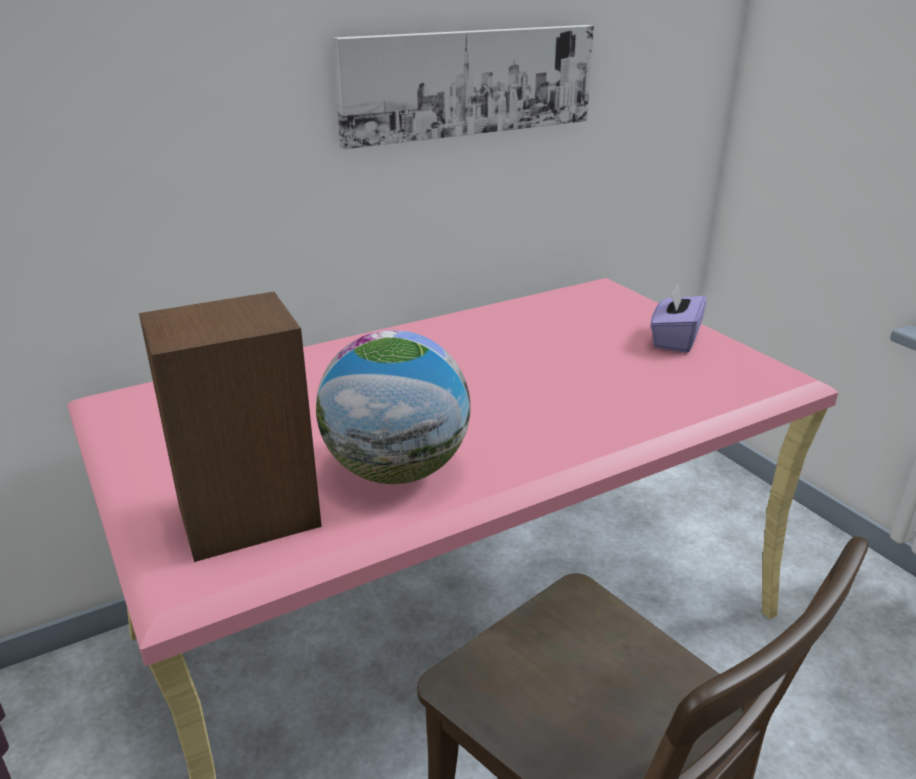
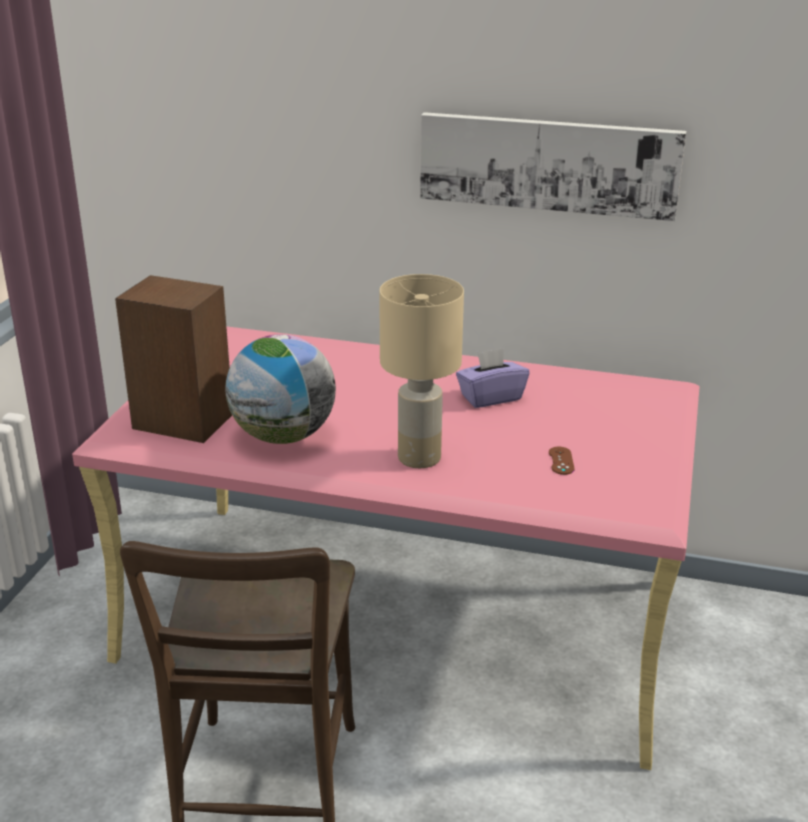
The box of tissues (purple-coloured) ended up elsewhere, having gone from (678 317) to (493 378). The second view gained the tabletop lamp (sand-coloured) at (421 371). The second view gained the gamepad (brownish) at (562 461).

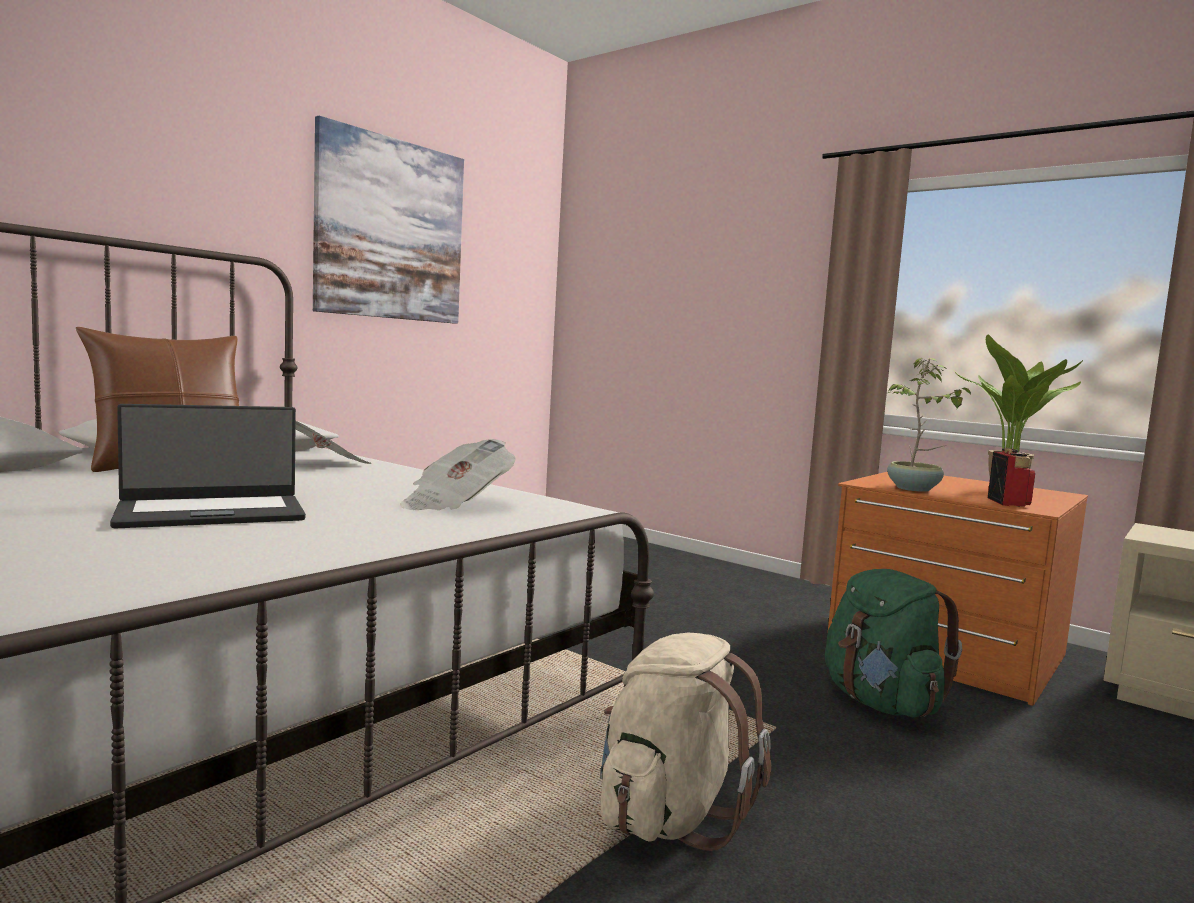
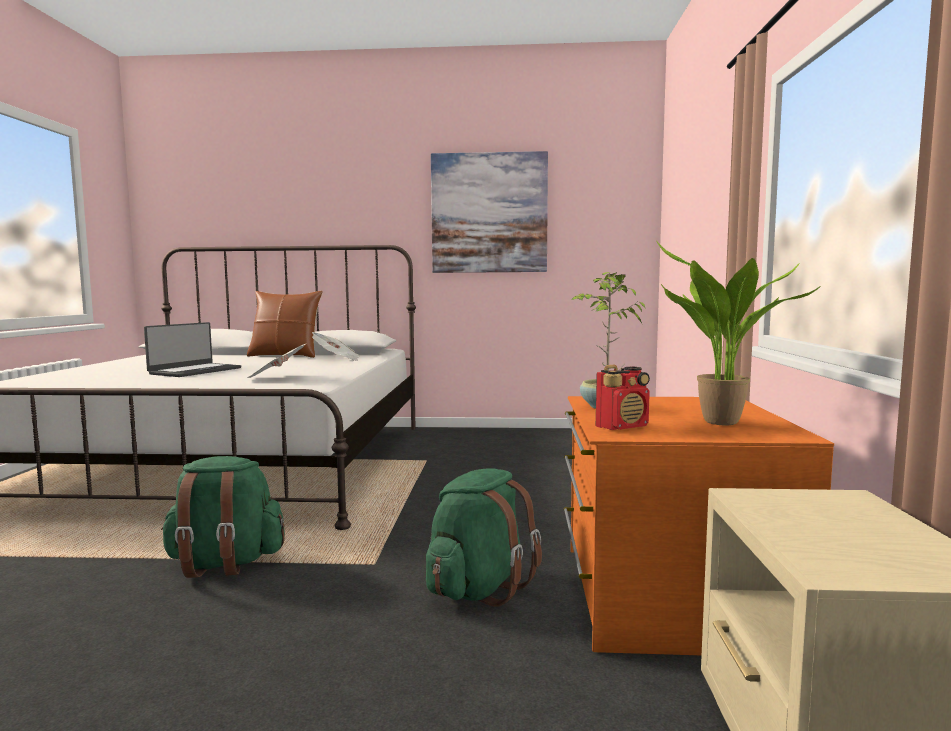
The portable computer at (208 466) ended up facing another way, 90 degrees counterclockwise from before. What was the knapsack (sand-coloured) at (685 742) turned into the knapsack (greenish) at (223 517).

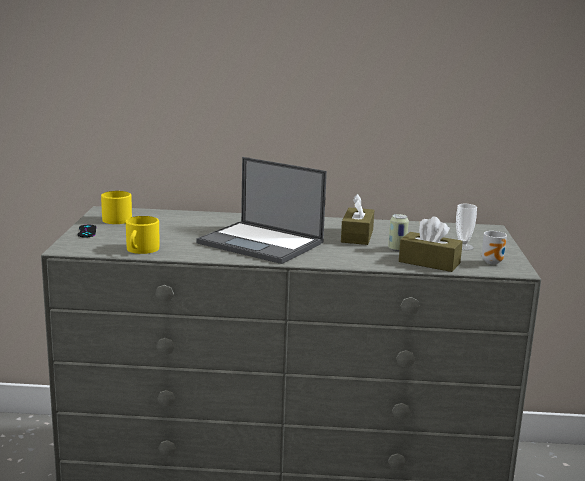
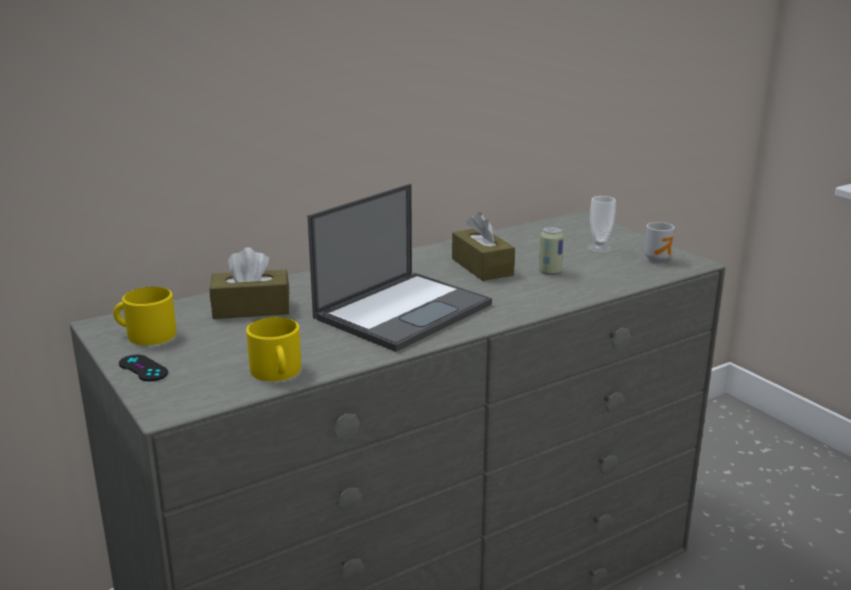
The portable computer at (261 210) ended up facing another way, 45 degrees counterclockwise from before. The box of tissues (brownish) ended up elsewhere, having gone from (431 244) to (250 283).

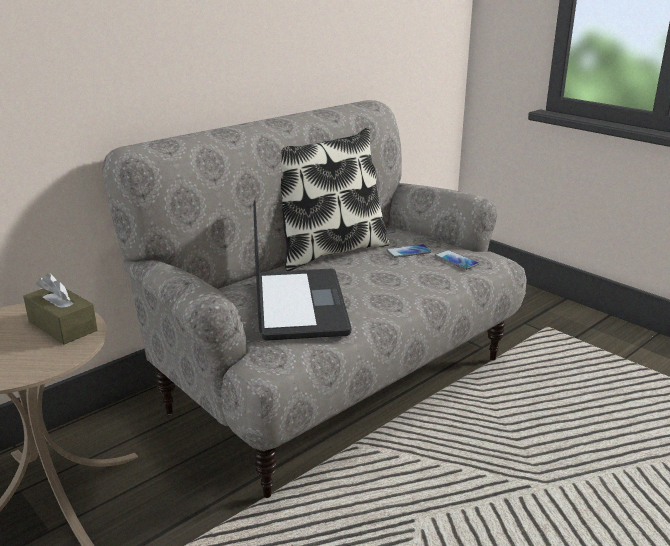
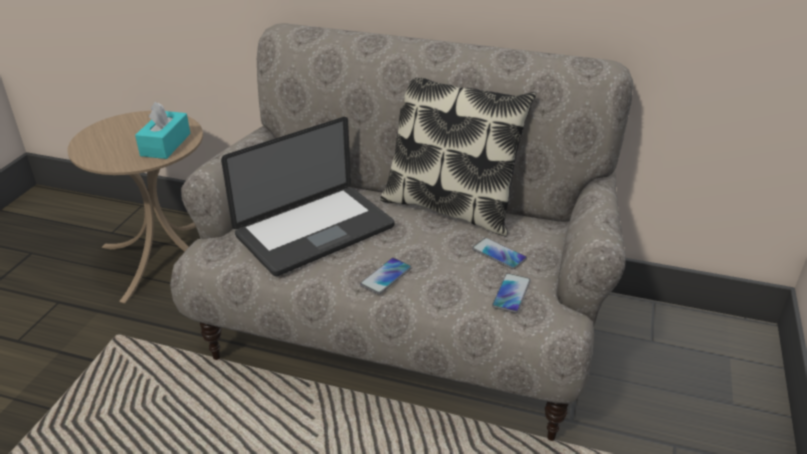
What was the box of tissues (brownish) at (60 308) turned into the box of tissues (turquoise) at (163 130). The second view gained the phone at (386 276).

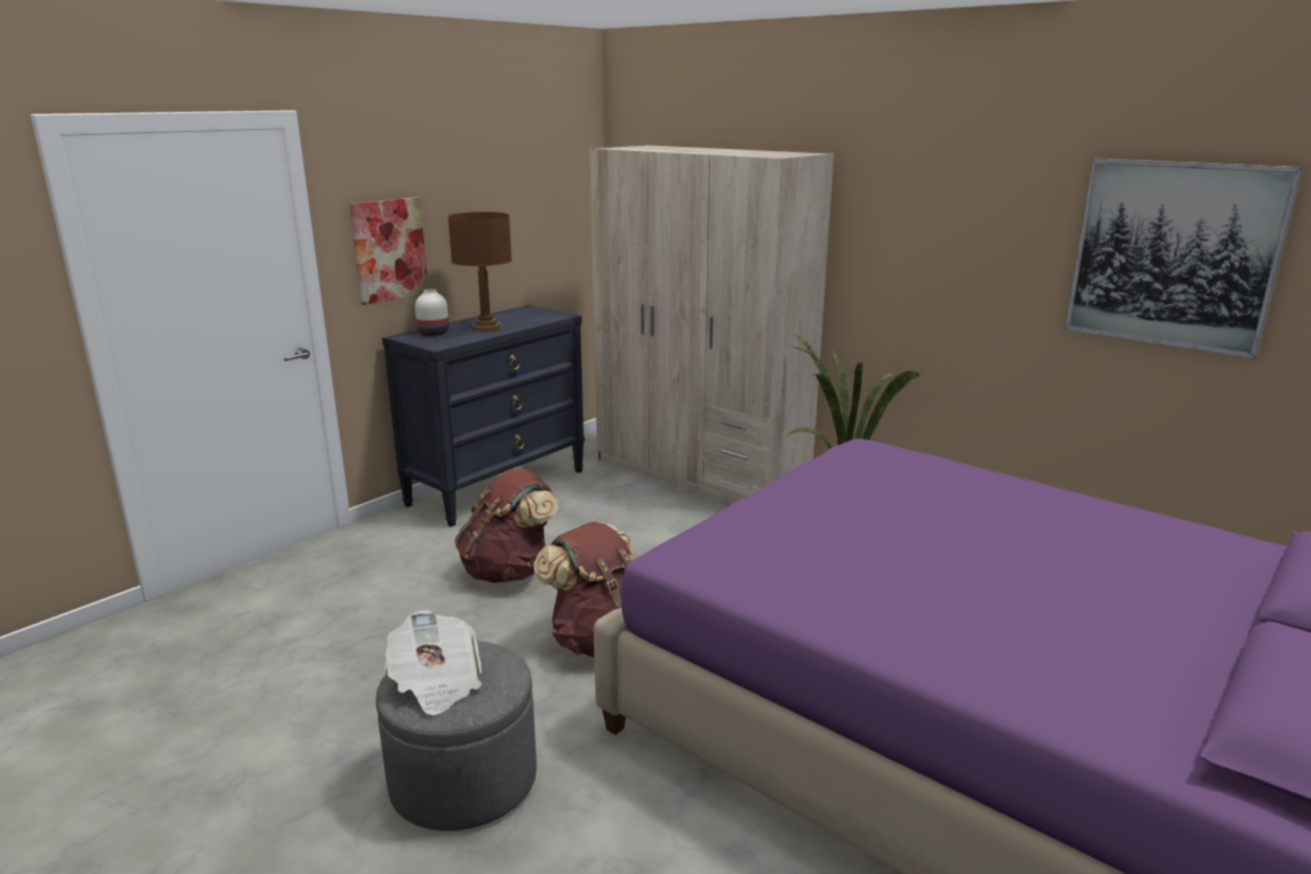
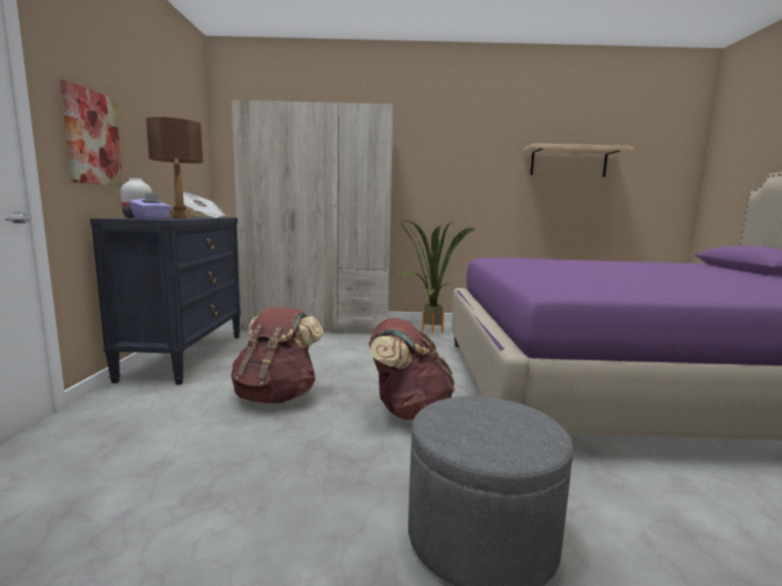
The daily paper ended up elsewhere, having gone from (433 663) to (204 205). Where the picture hung at (1183 258), the wall shelf came to hang at (578 160). The second view gained the box of tissues (purple-coloured) at (150 206).

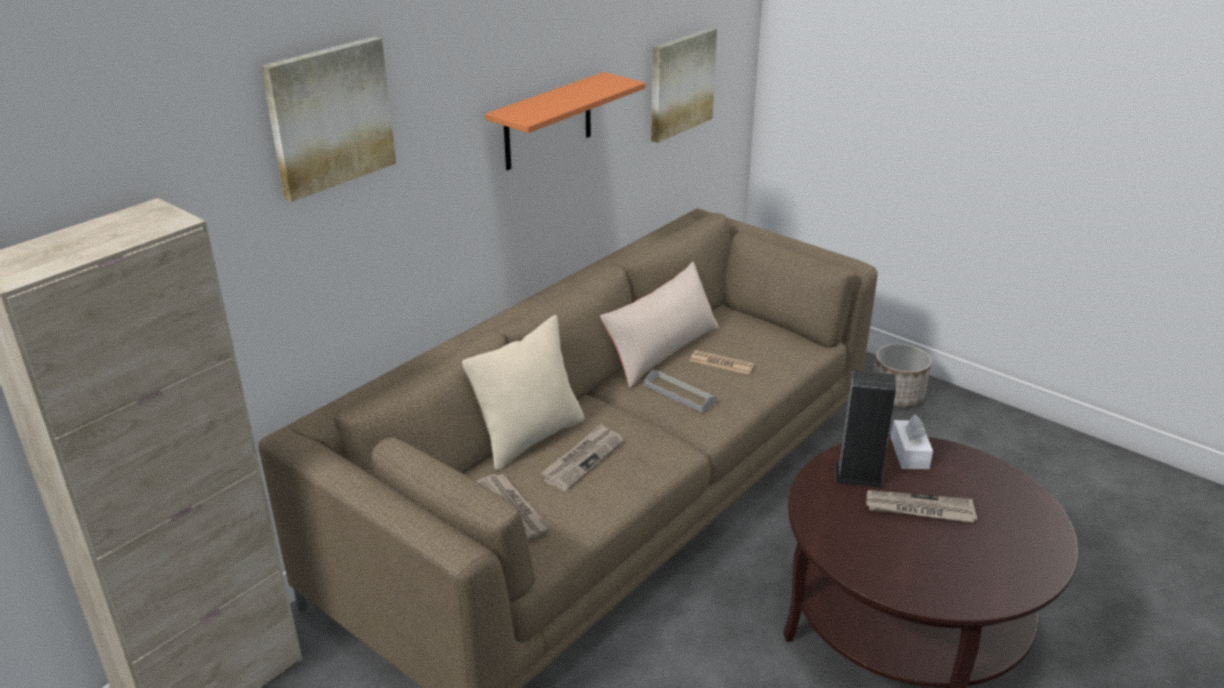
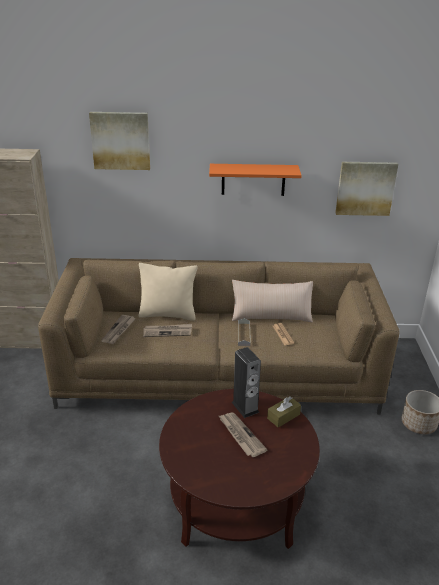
What was the box of tissues (whitish) at (912 441) turned into the box of tissues (brownish) at (284 412).

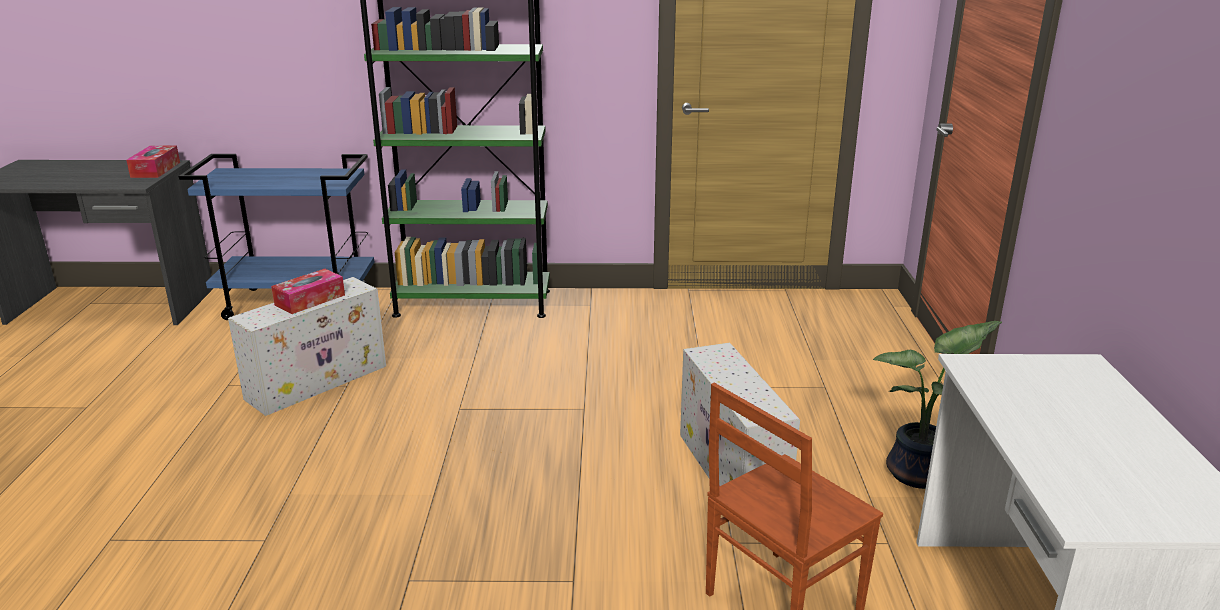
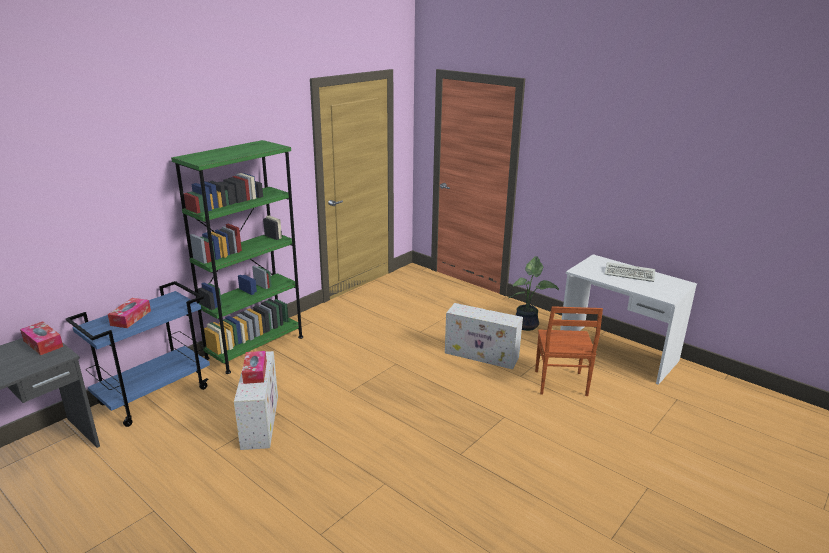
The second view gained the box of tissues at (129 313). The second view gained the keyboard at (630 272).

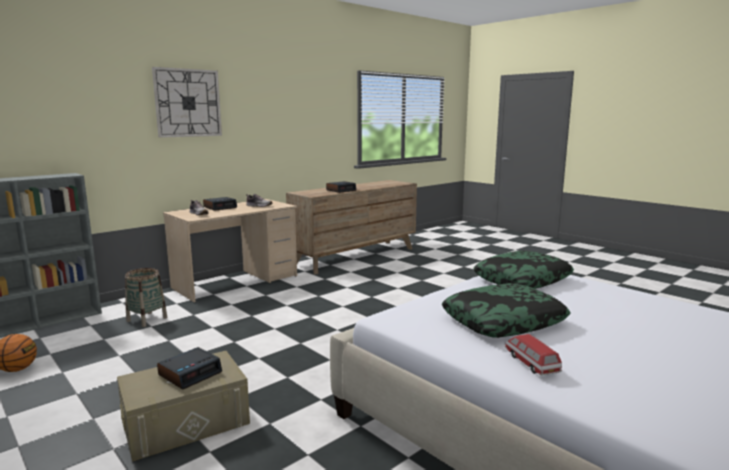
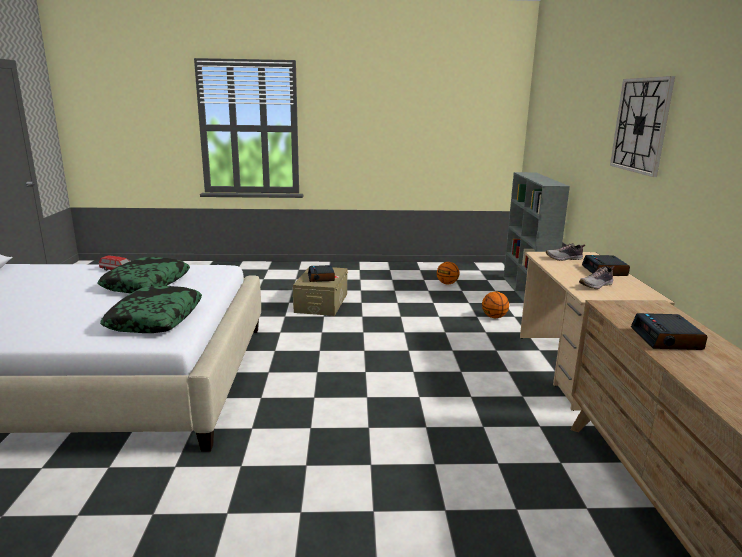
Where the basket stood at (146 297), the ball for basketball came to stand at (495 305).

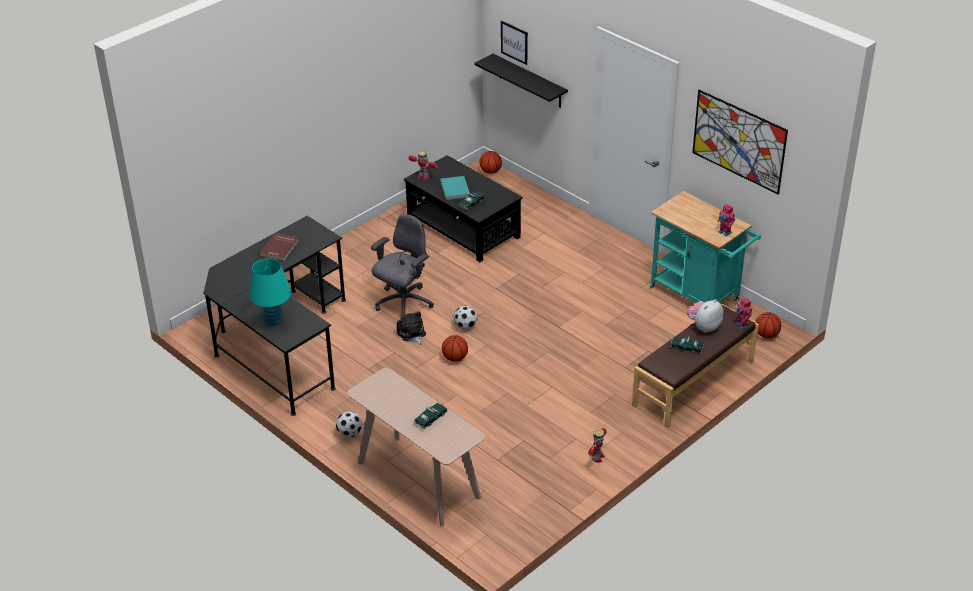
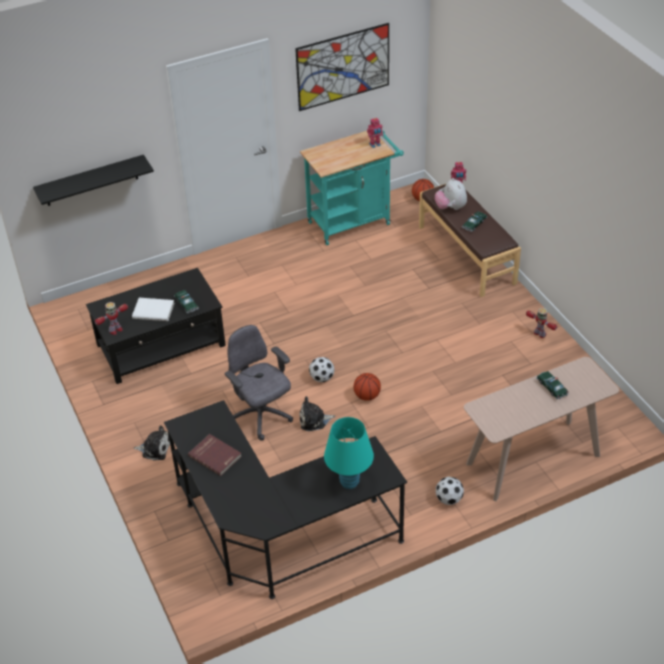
What was the book (turquoise) at (455 188) turned into the book (whitish) at (153 309). The second view lost the ball for basketball at (491 162). The second view lost the picture at (514 43). The second view gained the soft toy at (151 443).

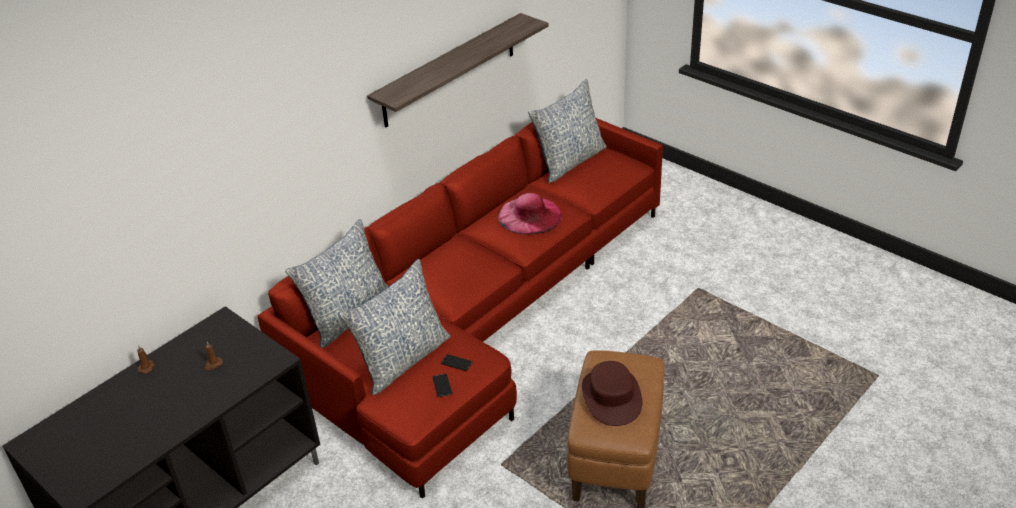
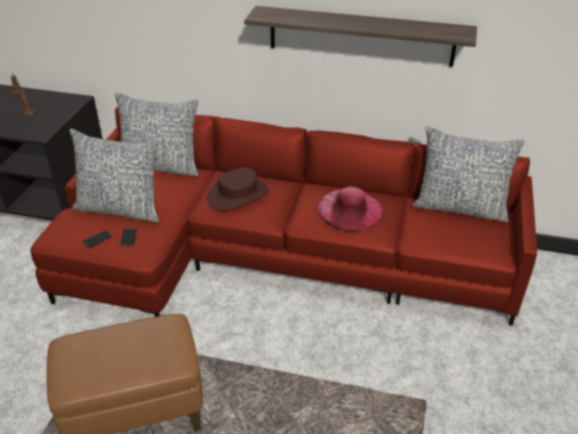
The clothing hat (brownish) ended up elsewhere, having gone from (612 393) to (238 189).

